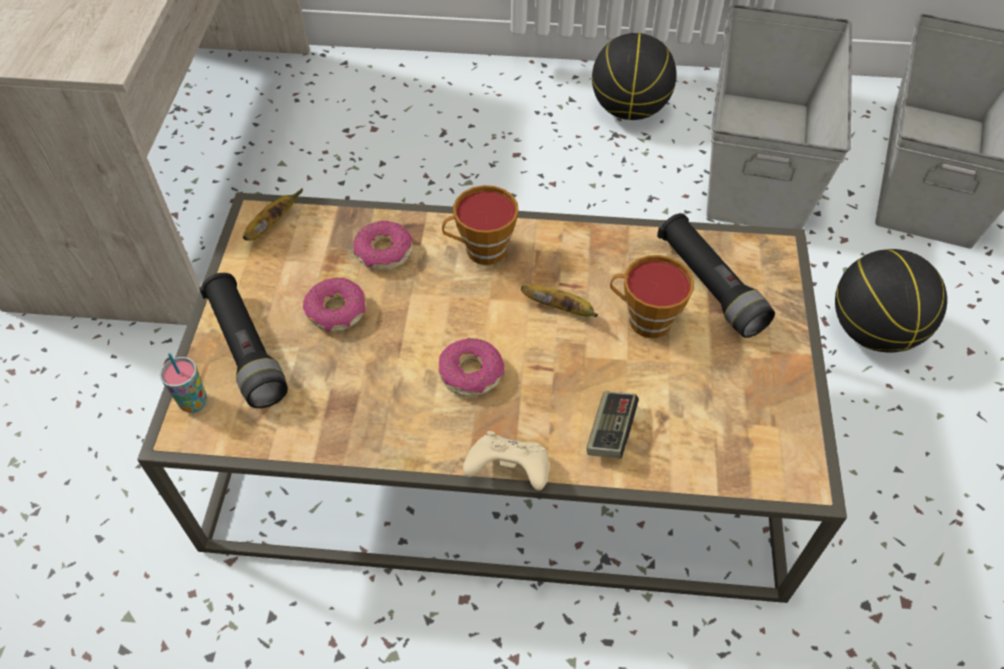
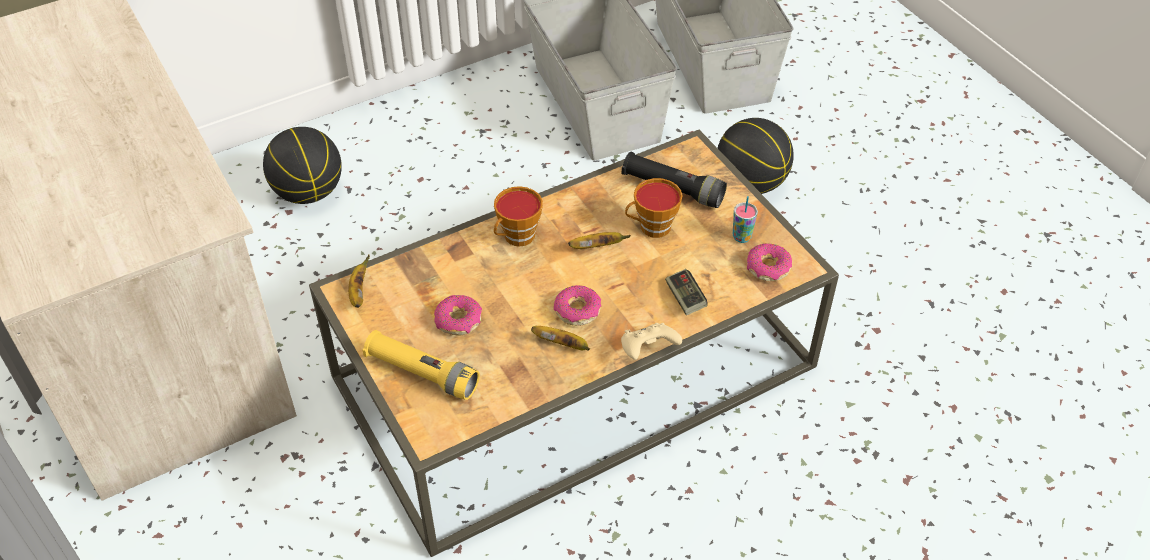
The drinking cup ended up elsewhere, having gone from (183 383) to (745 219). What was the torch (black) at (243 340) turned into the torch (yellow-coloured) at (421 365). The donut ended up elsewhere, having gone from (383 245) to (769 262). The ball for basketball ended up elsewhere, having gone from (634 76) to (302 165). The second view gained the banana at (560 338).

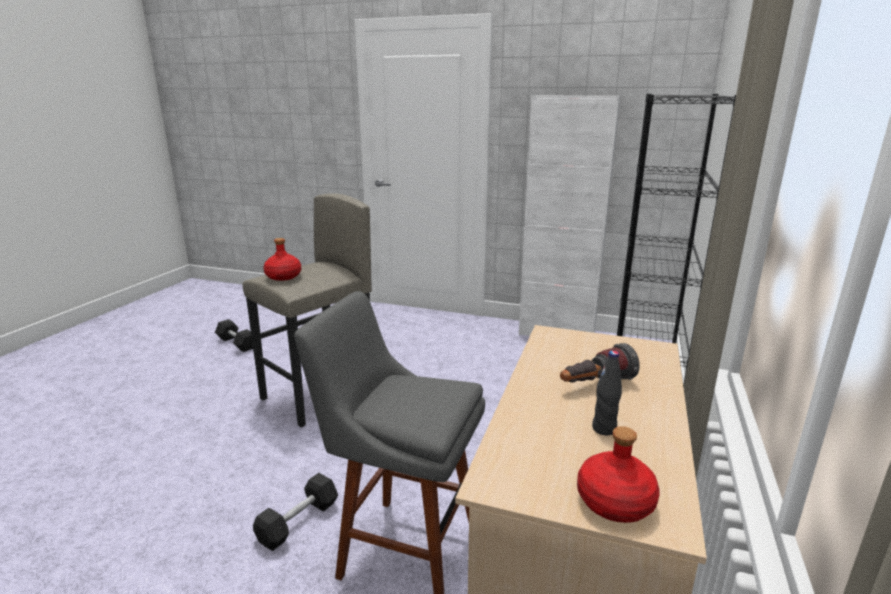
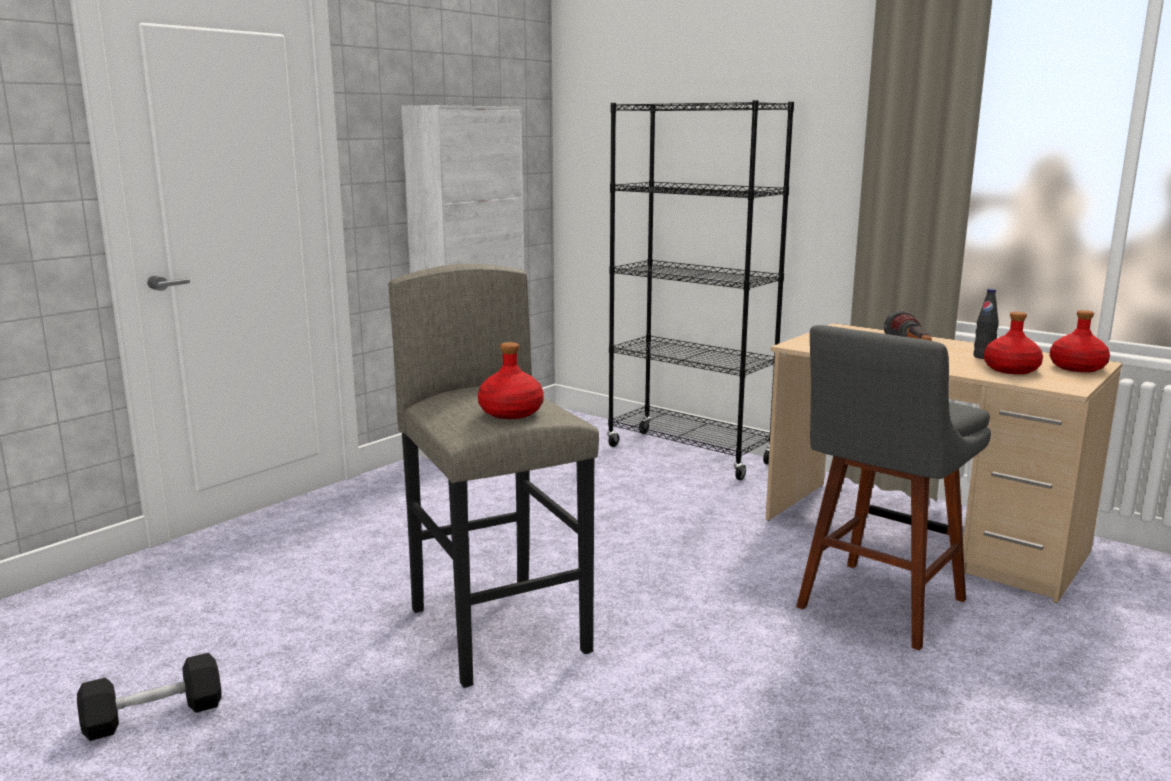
The second view lost the free weight (black) at (295 512). The second view gained the beverage bottle (reddish) at (1013 343).

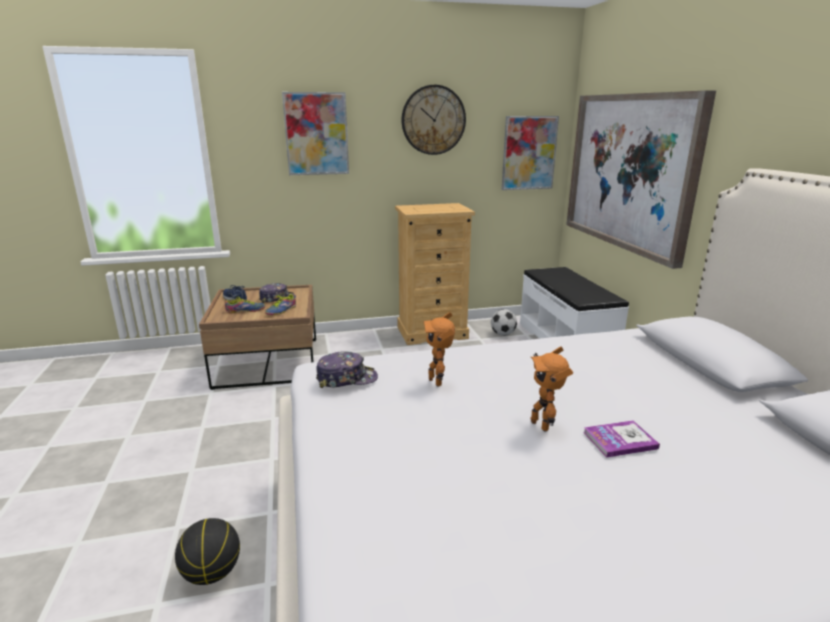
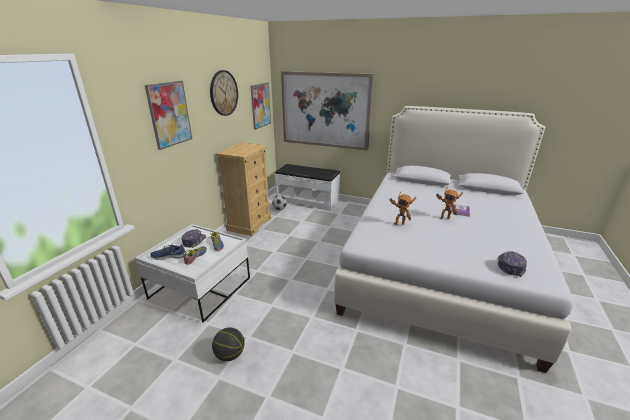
The ball for basketball ended up elsewhere, having gone from (207 551) to (228 344). What was the lounge table (brownish) at (257 337) turned into the lounge table (whitish) at (192 273). The baseball cap ended up elsewhere, having gone from (347 369) to (512 264).

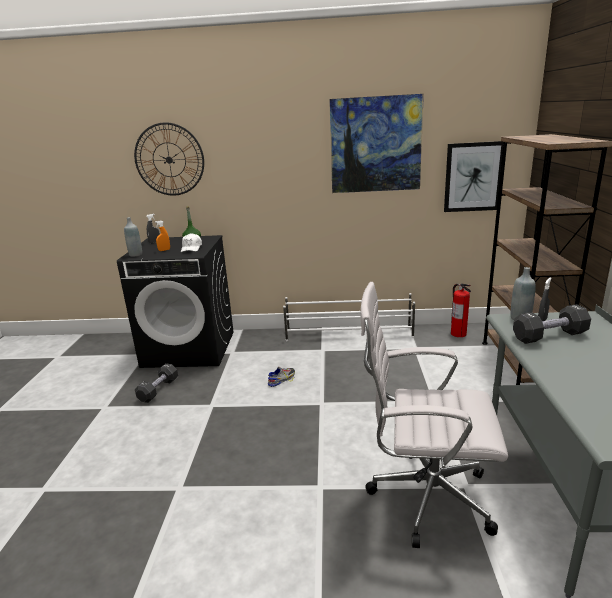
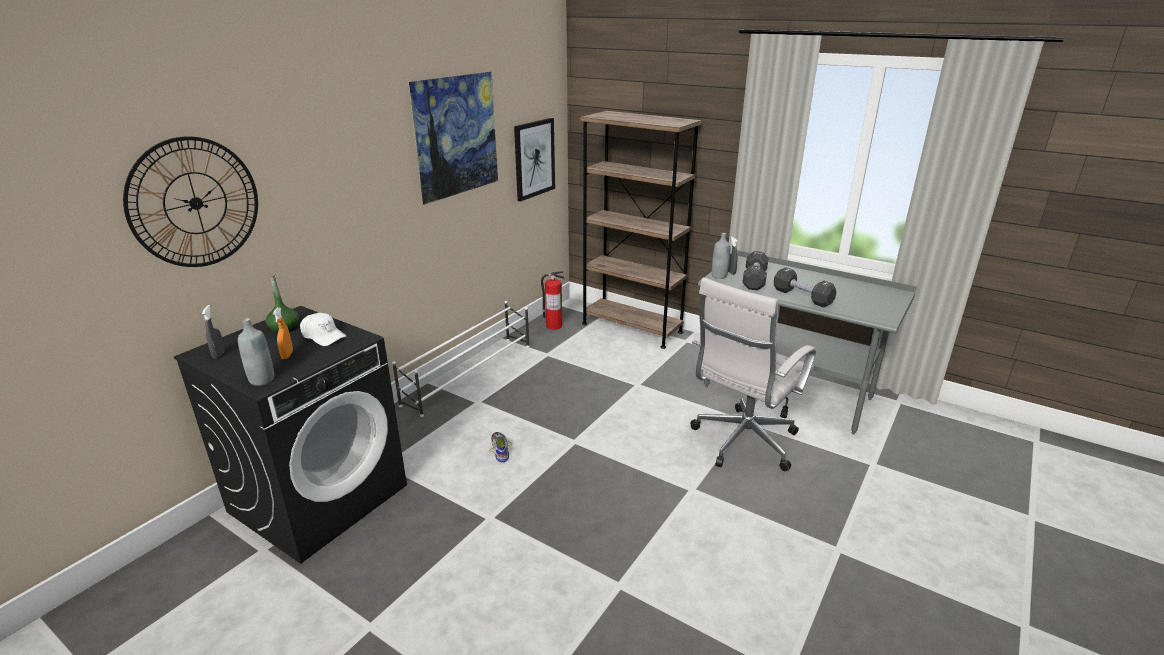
The free weight (black) ended up elsewhere, having gone from (156 383) to (805 287).

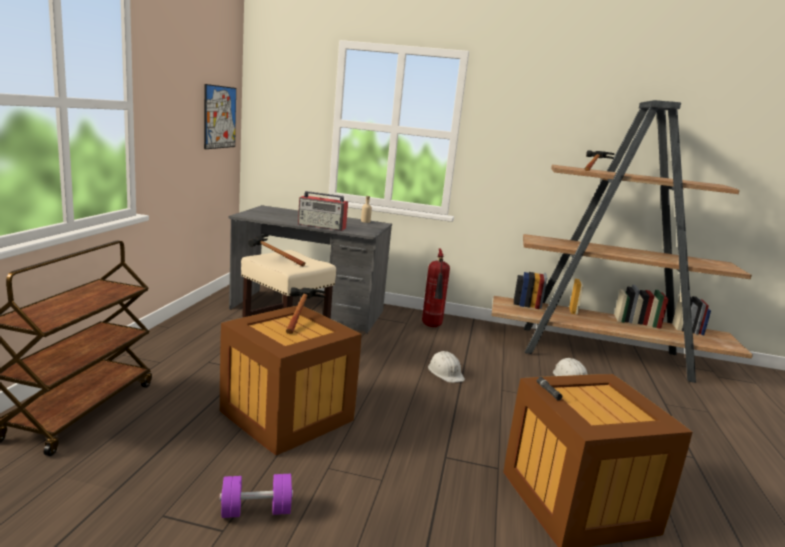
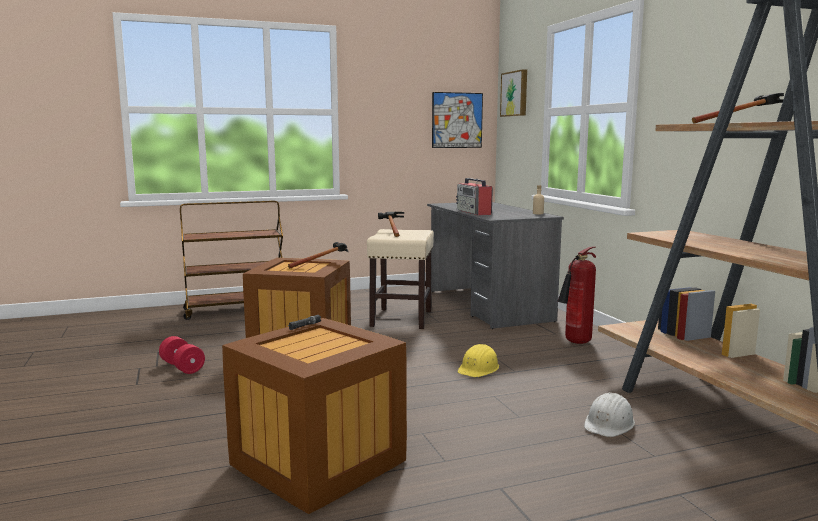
What was the free weight (purple-coloured) at (256 496) turned into the free weight (reddish) at (182 355). What was the safety helmet (whitish) at (446 367) turned into the safety helmet (yellow-coloured) at (478 360). The second view gained the picture at (513 93).

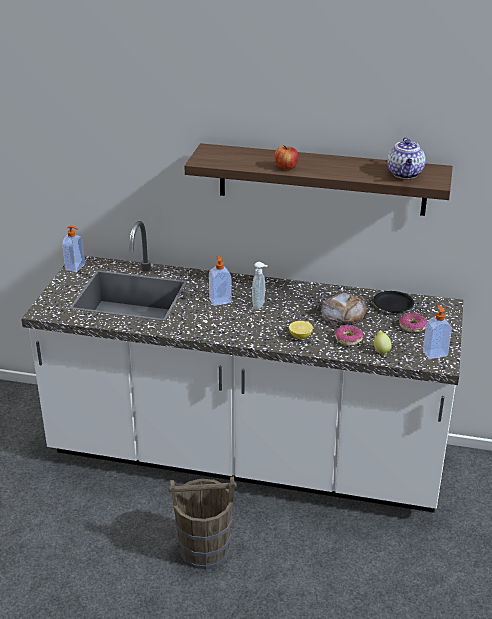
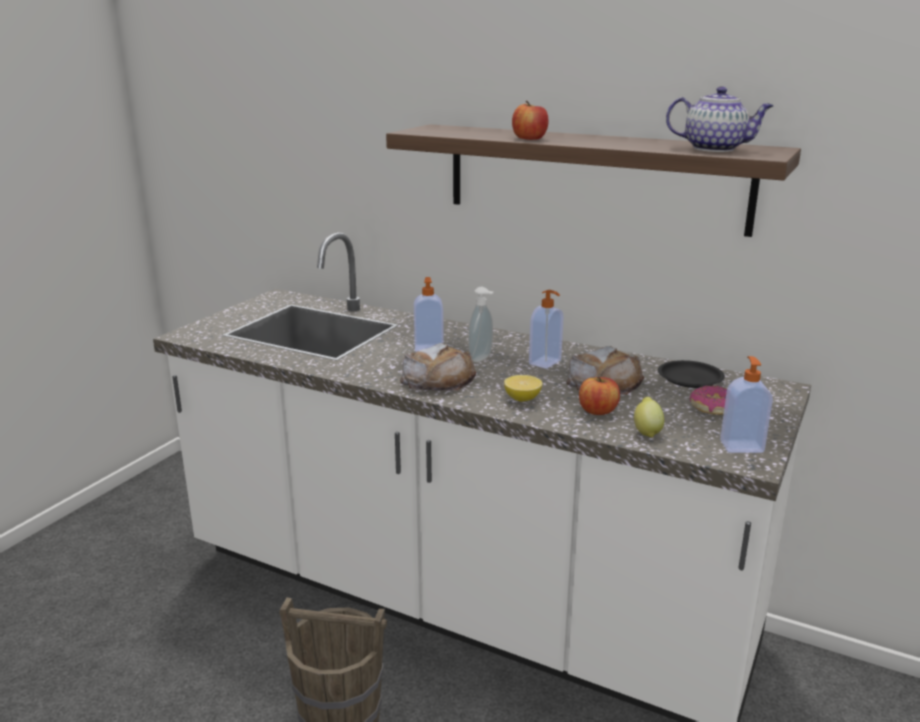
The soap dispenser ended up elsewhere, having gone from (73 248) to (546 329). Where the donut stood at (348 335), the apple came to stand at (599 396). The tea pot at (406 158) ended up facing another way, 90 degrees counterclockwise from before. The second view gained the baked bread at (438 367).

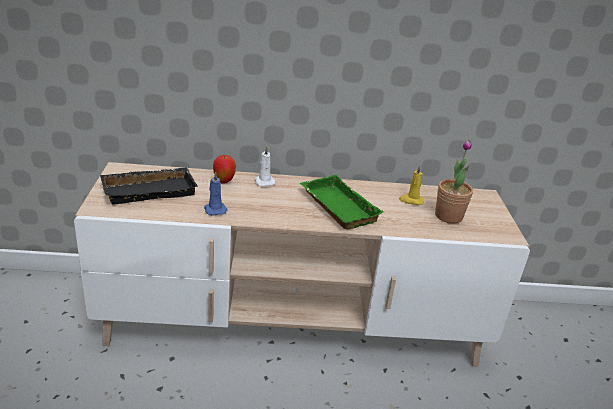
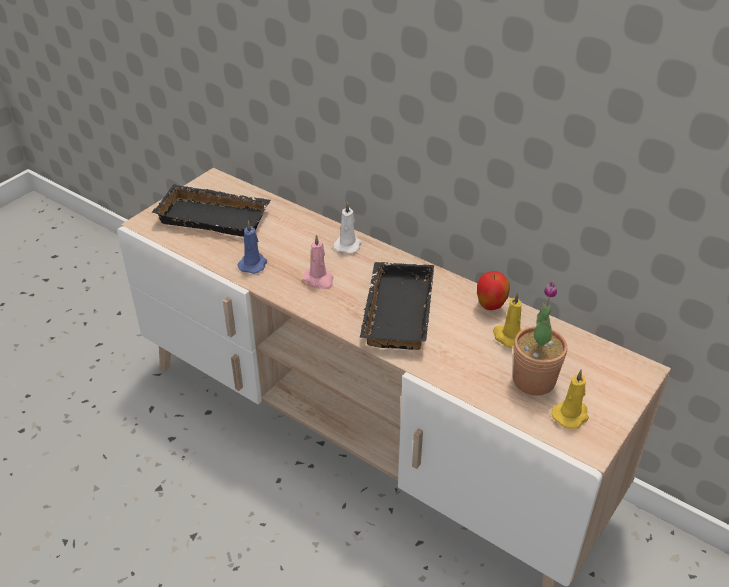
The apple ended up elsewhere, having gone from (224 169) to (493 290). What was the serving tray (greenish) at (342 202) turned into the serving tray (black) at (397 306). The second view gained the candle (pink) at (318 261). The second view gained the candle (yellow-coloured) at (570 399).

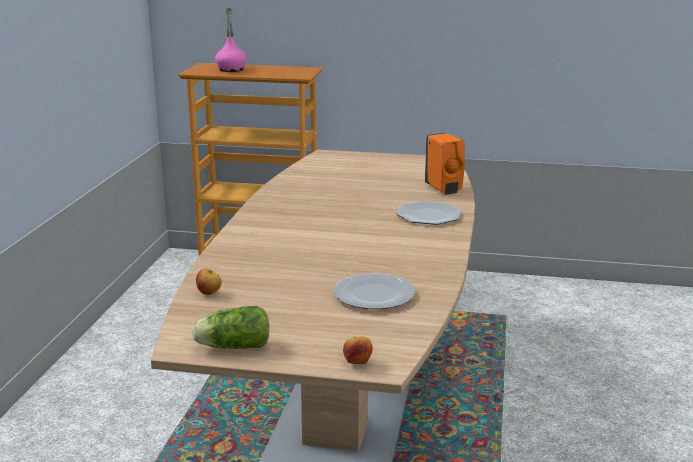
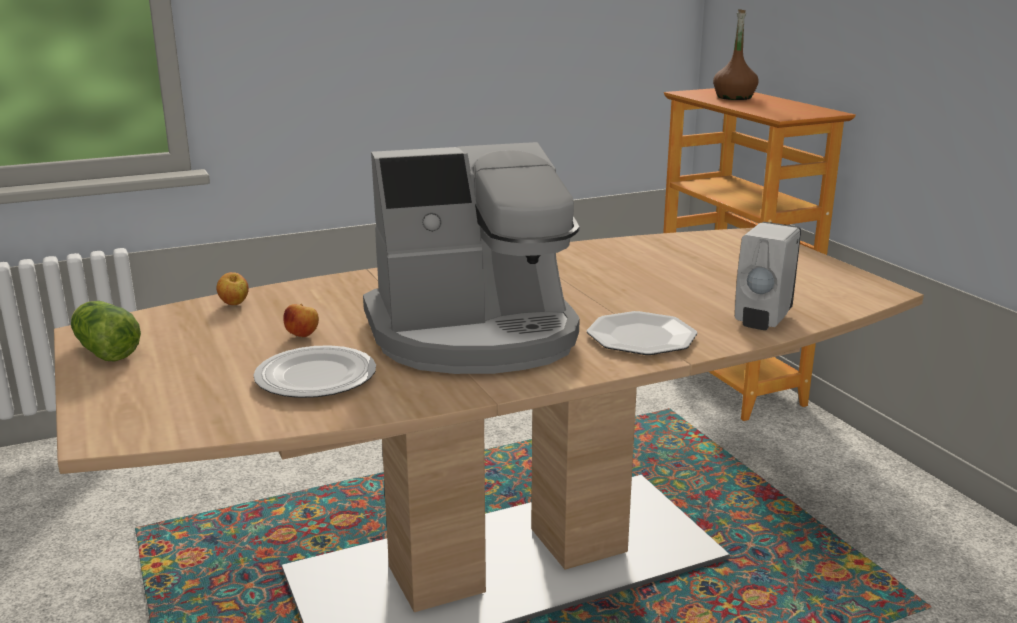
What was the beverage bottle (pink) at (231 40) turned into the beverage bottle (brownish) at (736 54). The apple ended up elsewhere, having gone from (358 350) to (301 321). What was the soap dispenser (orange) at (445 164) turned into the soap dispenser (whitish) at (768 276). The second view gained the coffee machine at (471 258).

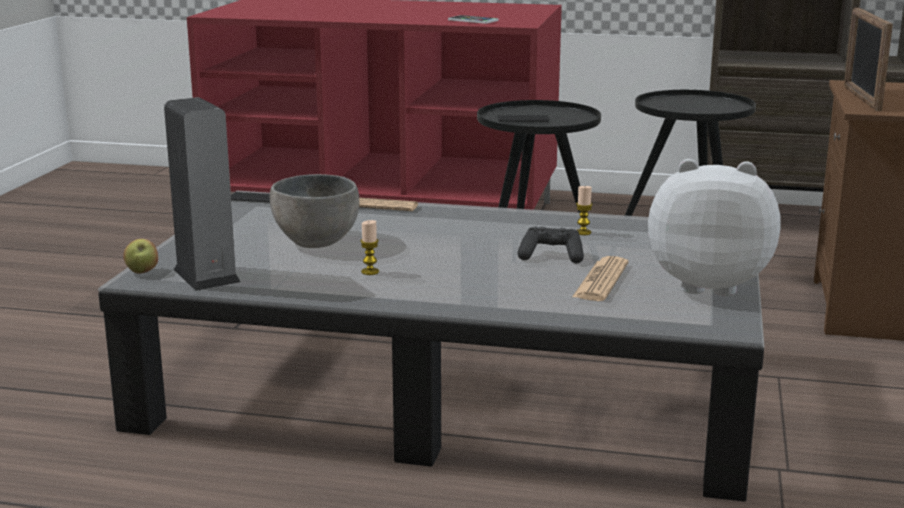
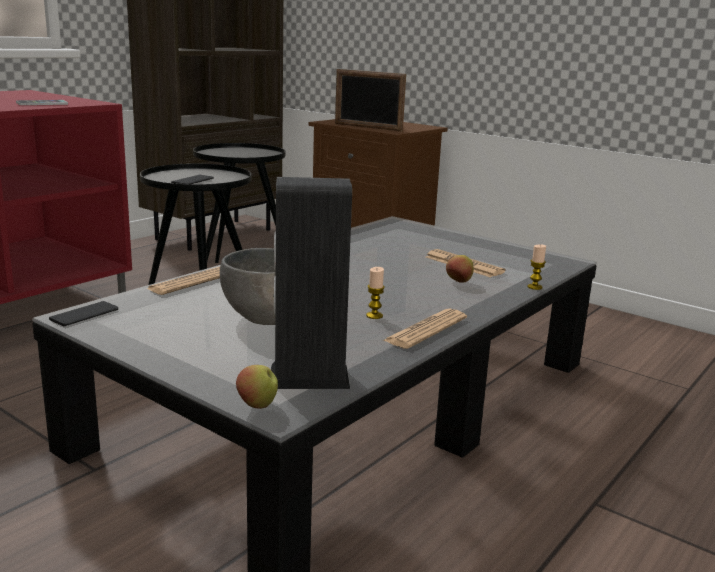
The second view lost the gamepad (black) at (550 245). The candle ended up elsewhere, having gone from (584 210) to (537 267). The second view lost the soft toy at (714 227). The second view gained the daily paper at (424 329). The second view gained the apple at (459 269).

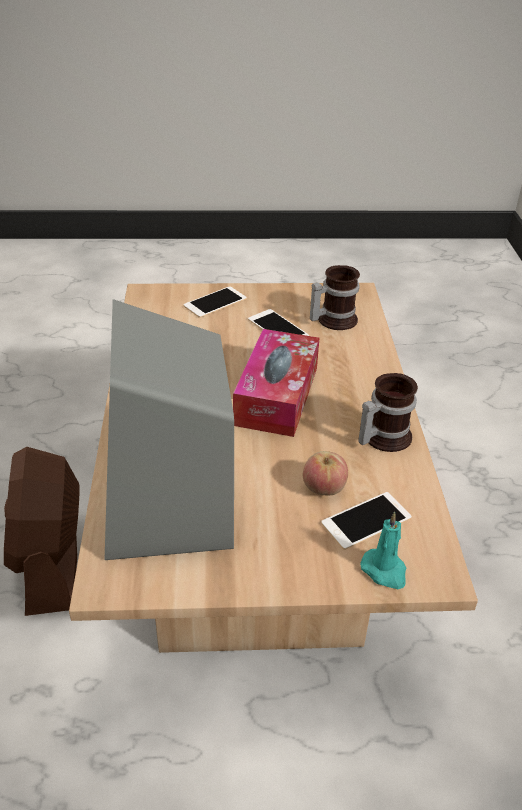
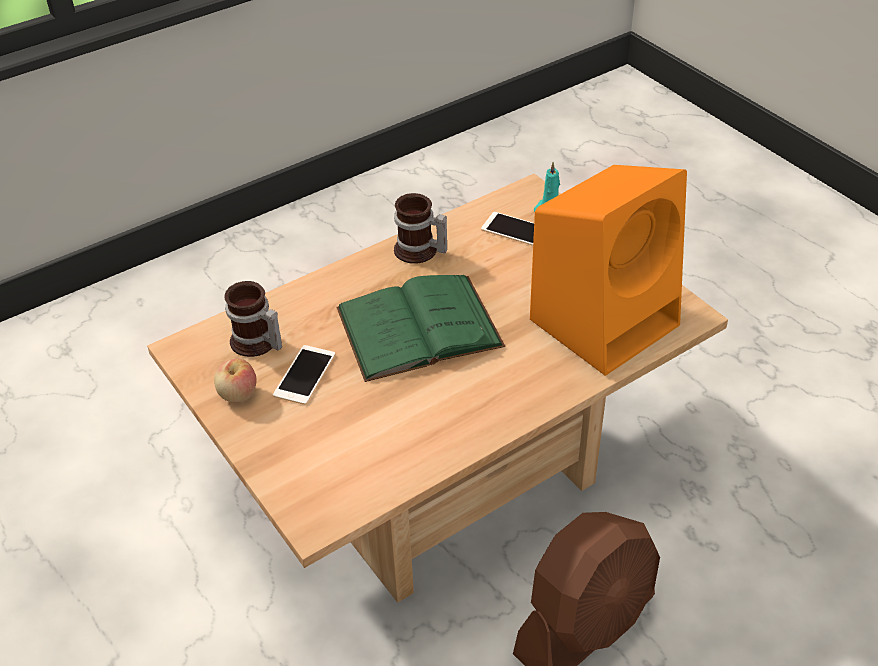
What was the loudspeaker (greyish) at (169 429) turned into the loudspeaker (orange) at (608 270). The second view lost the phone at (215 302). Where the box of tissues stood at (276 383), the book (greenish) came to stand at (420 328). The apple ended up elsewhere, having gone from (325 473) to (235 381).

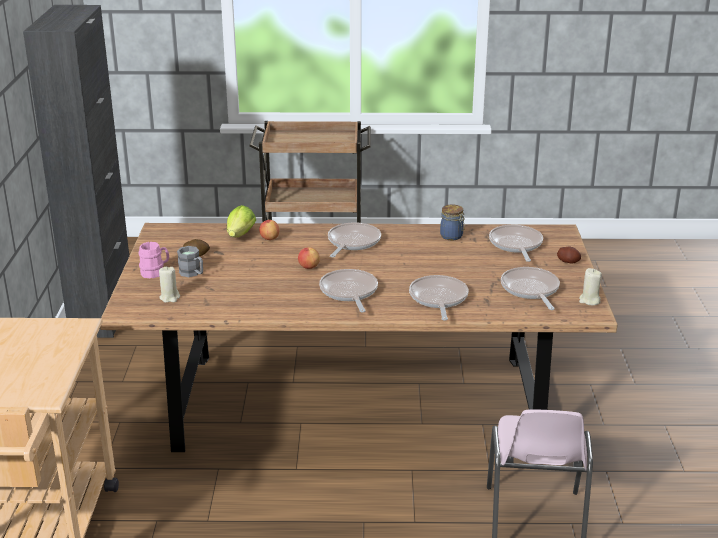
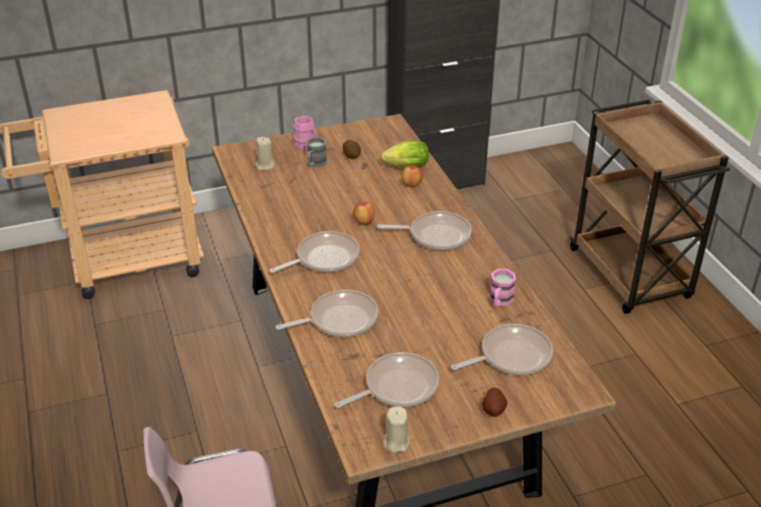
Where the preserve jar stood at (452 222), the tea mug (pink) came to stand at (502 288).

